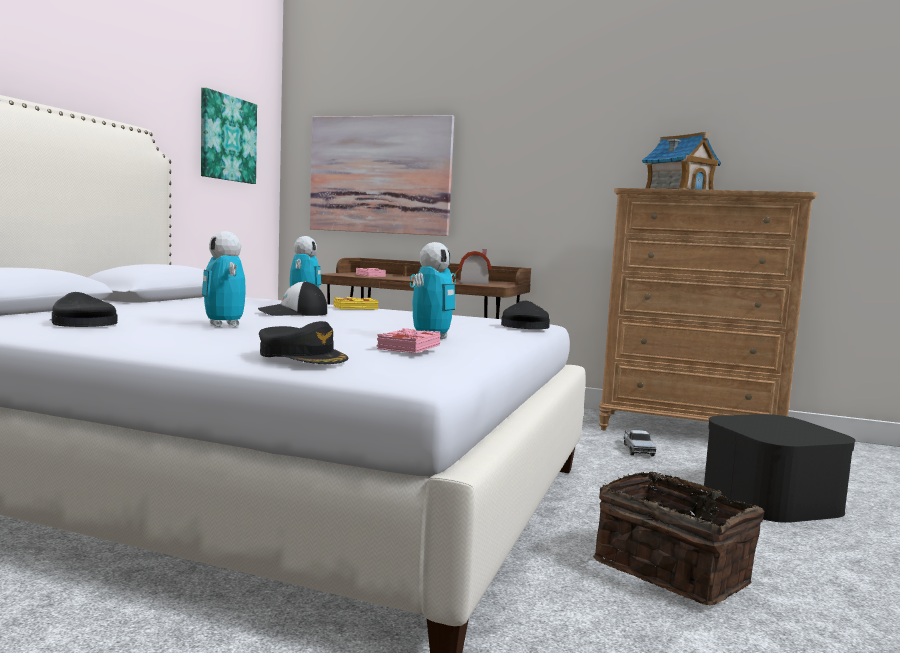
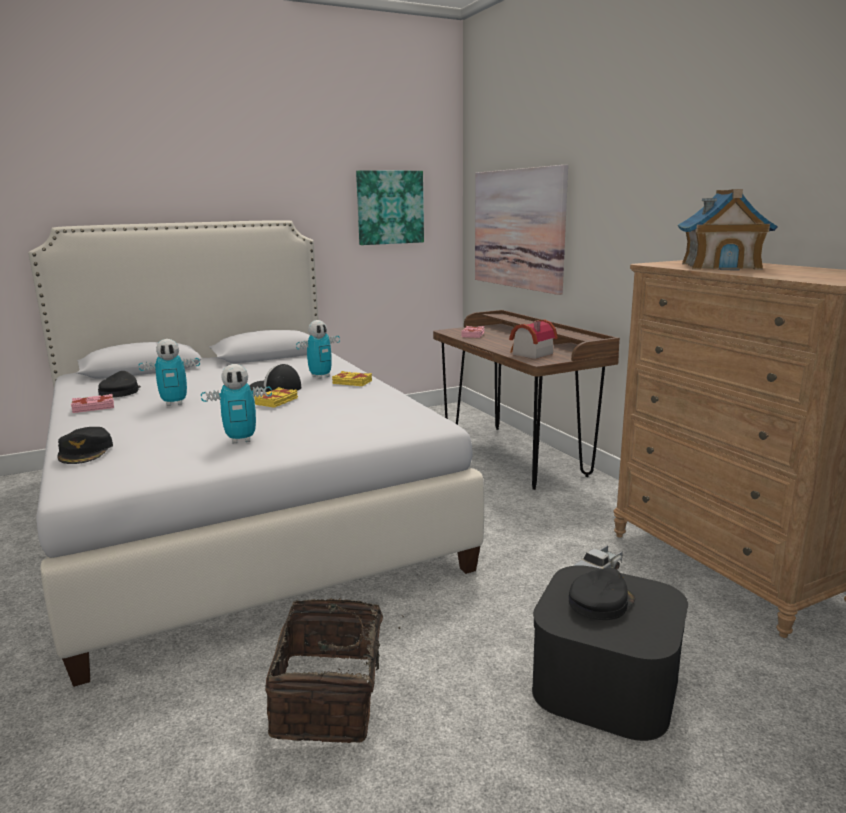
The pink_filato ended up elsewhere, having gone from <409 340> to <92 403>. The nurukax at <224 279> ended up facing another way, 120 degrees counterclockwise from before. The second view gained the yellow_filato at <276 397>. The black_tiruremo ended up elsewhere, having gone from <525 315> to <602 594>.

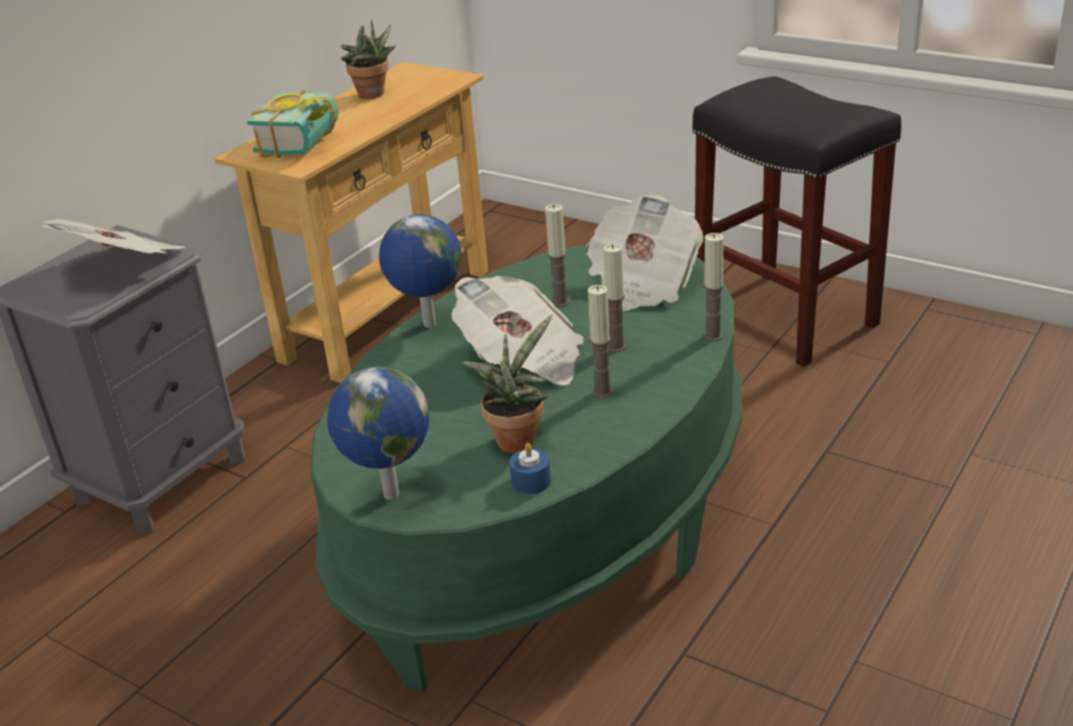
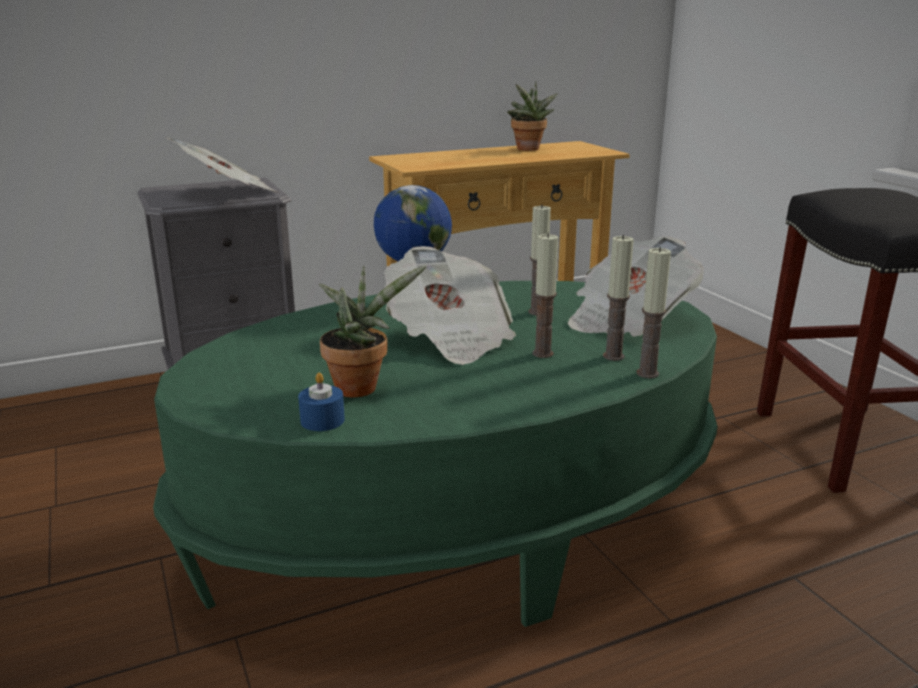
The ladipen ended up elsewhere, having gone from <600 341> to <618 298>. The second view lost the filato at <292 124>. The second view lost the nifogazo at <378 433>.

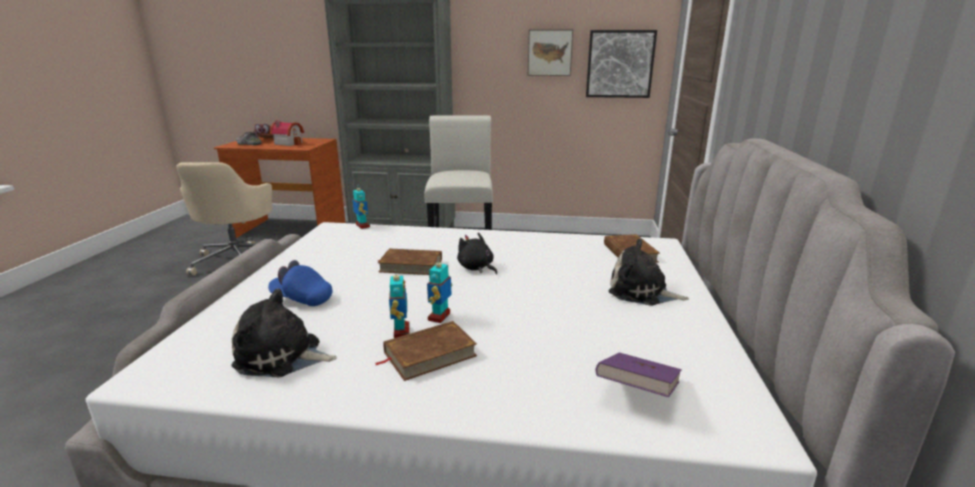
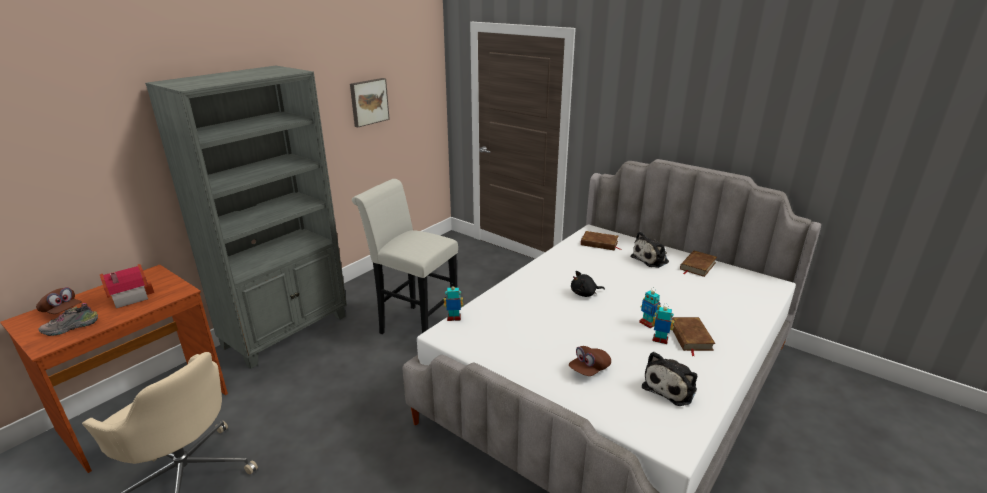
What was the blue_tiruremo at <300 283> turned into the brown_tiruremo at <590 361>. The brown_filato ended up elsewhere, having gone from <410 261> to <698 264>. The second view lost the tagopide at <621 64>. The second view lost the purple_filato at <639 375>.

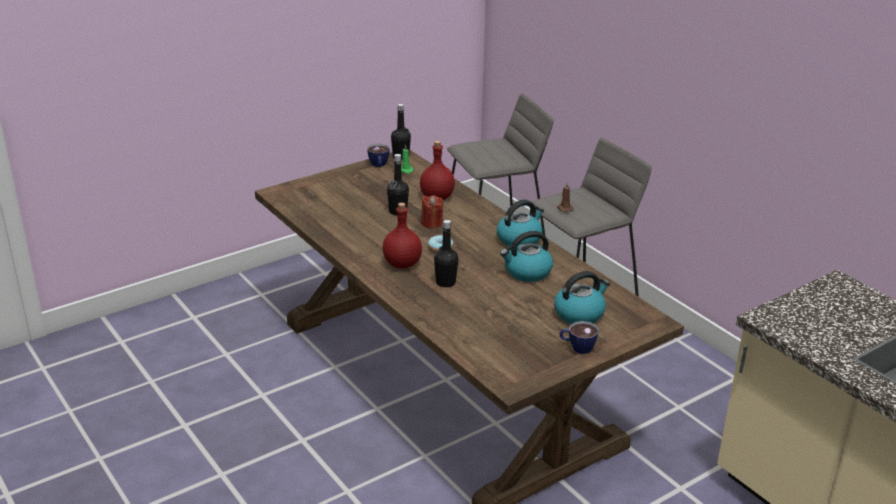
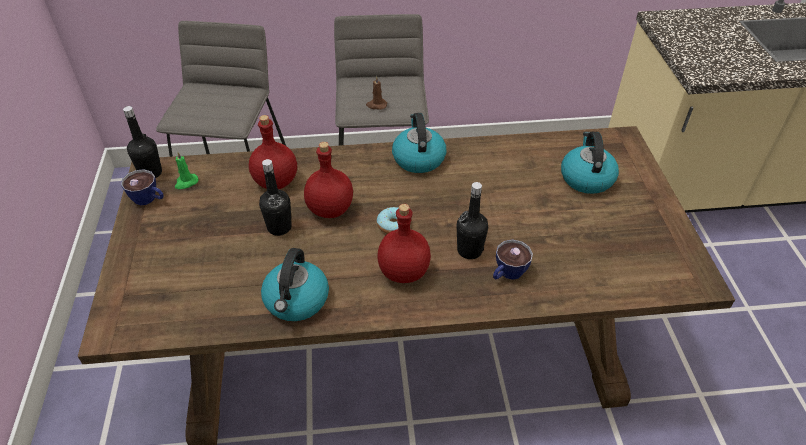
The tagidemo ended up elsewhere, having gone from <526 256> to <295 284>. Where the red_ladipen stood at <432 212>, the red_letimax came to stand at <328 180>. The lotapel ended up elsewhere, having gone from <579 337> to <513 260>.

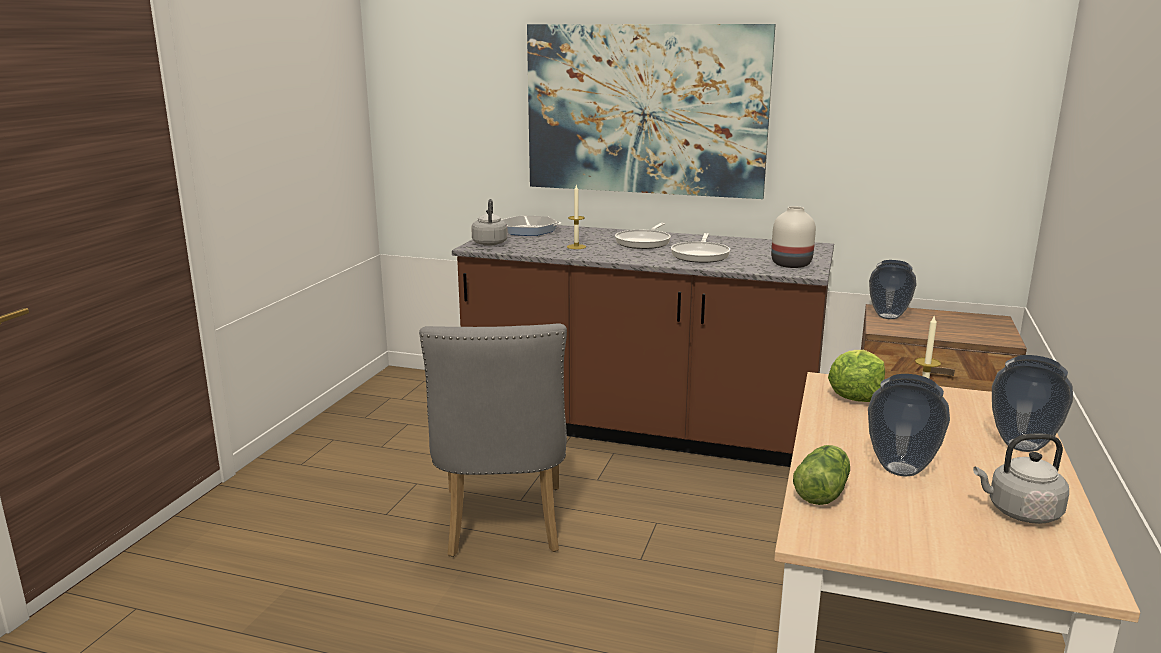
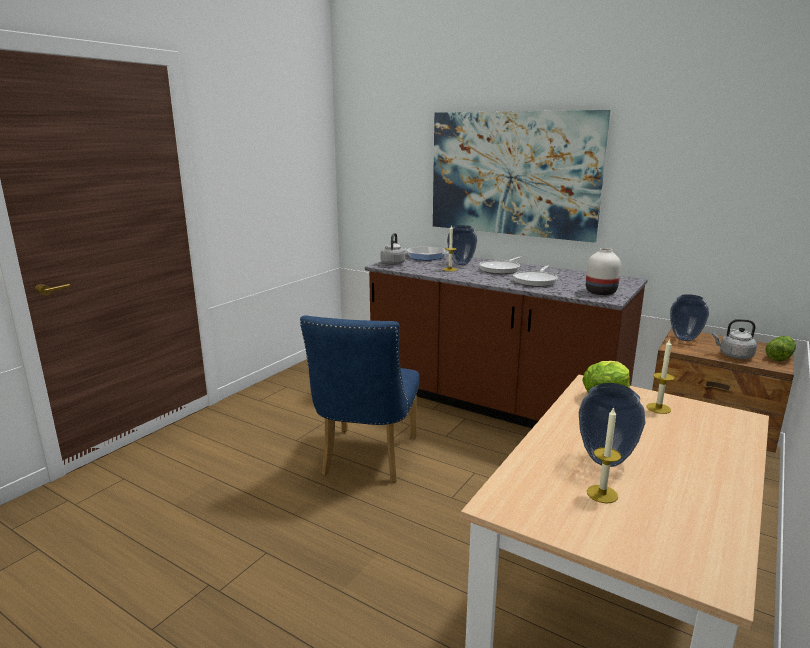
What was the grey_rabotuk at <493 440> turned into the blue_rabotuk at <360 399>. The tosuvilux ended up elsewhere, having gone from <1032 403> to <462 245>. The second view gained the ladipen at <604 455>. The grey_tagidemo ended up elsewhere, having gone from <1021 479> to <734 339>. The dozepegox ended up elsewhere, having gone from <821 475> to <781 348>.

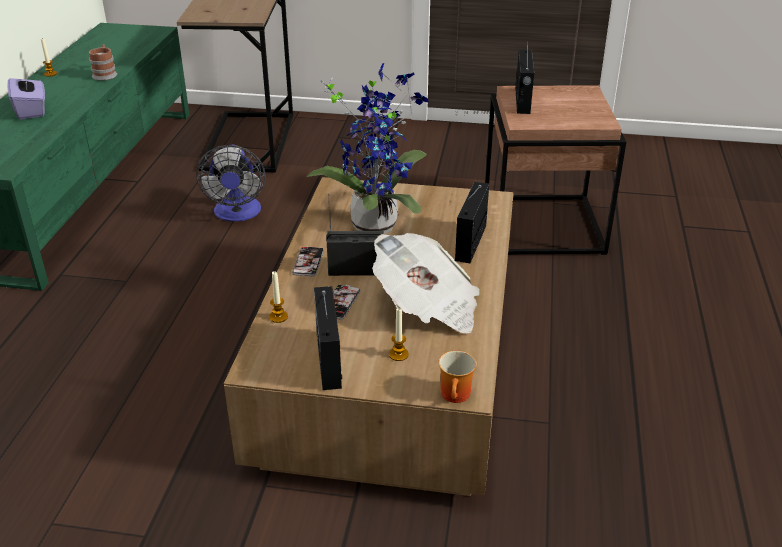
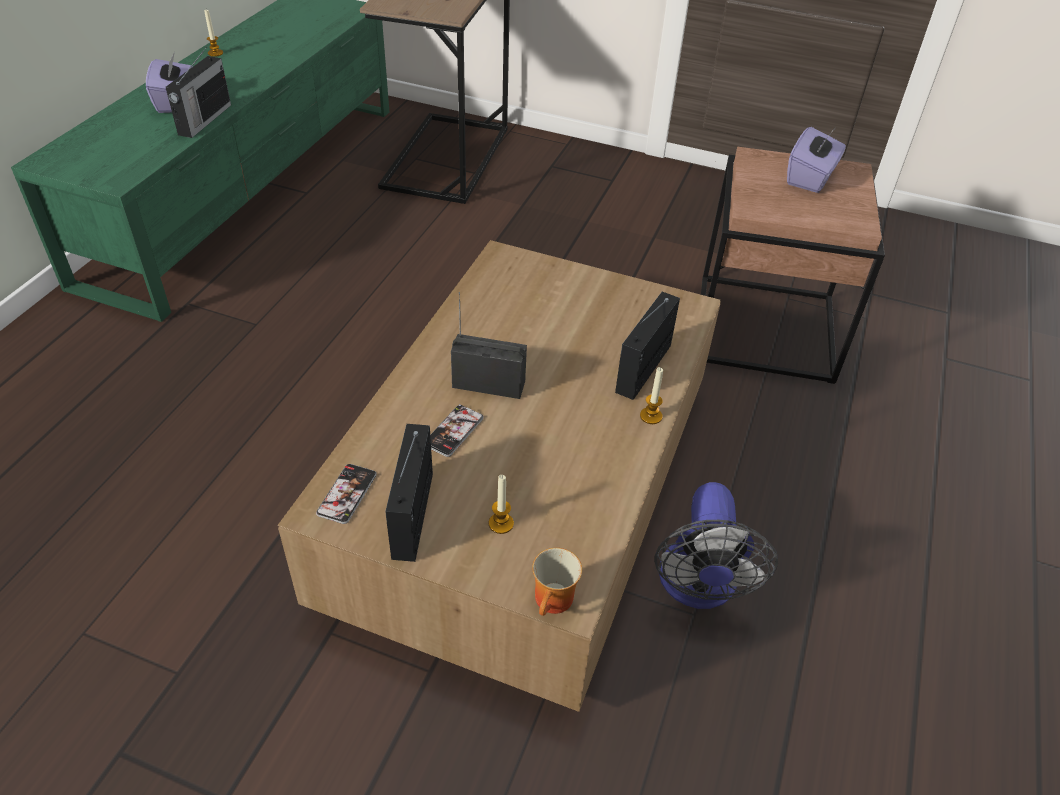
The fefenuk ended up elsewhere, having gone from <524 79> to <198 93>. The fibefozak ended up elsewhere, having gone from <308 261> to <346 494>. The ladipen ended up elsewhere, having gone from <278 297> to <651 395>. The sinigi ended up elsewhere, having gone from <231 183> to <716 545>. The second view gained the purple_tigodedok at <816 160>. The second view lost the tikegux at <103 62>. The second view lost the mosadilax at <367 148>. The second view lost the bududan at <426 283>.

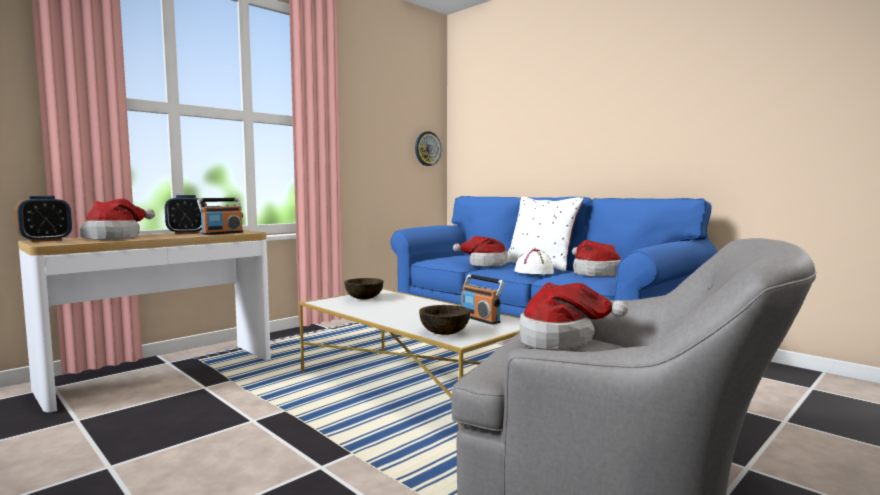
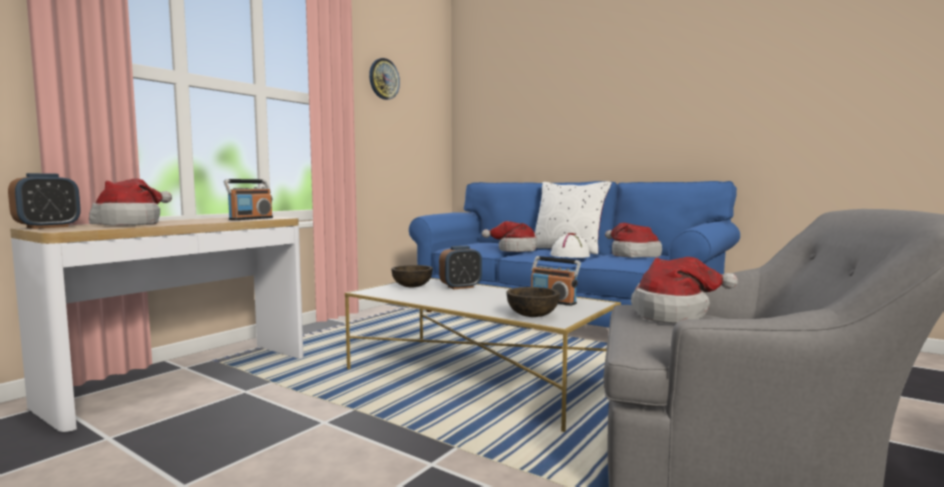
The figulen ended up elsewhere, having gone from <428 148> to <384 79>. The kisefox ended up elsewhere, having gone from <186 214> to <460 267>.

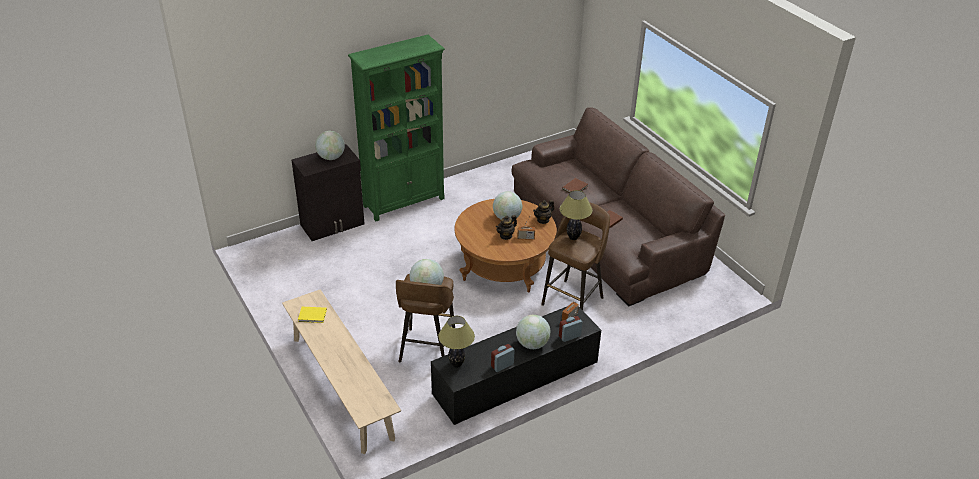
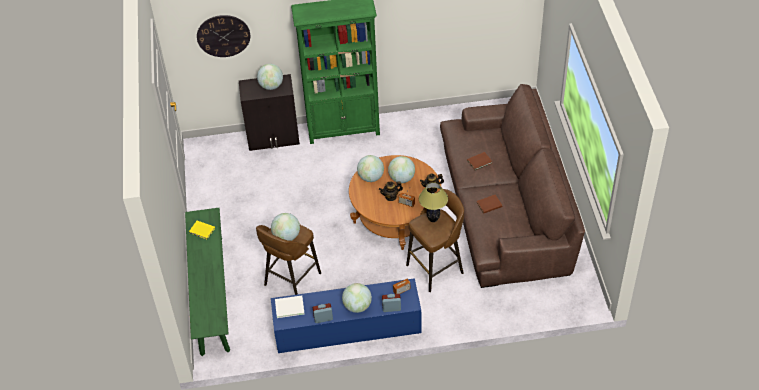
What was the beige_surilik at <341 371> turned into the green_surilik at <207 282>. The second view gained the figulen at <223 36>. What was the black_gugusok at <516 365> turned into the blue_gugusok at <346 315>. Where the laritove stood at <456 342>, the white_filato came to stand at <290 307>. The second view gained the nifogazo at <370 168>.

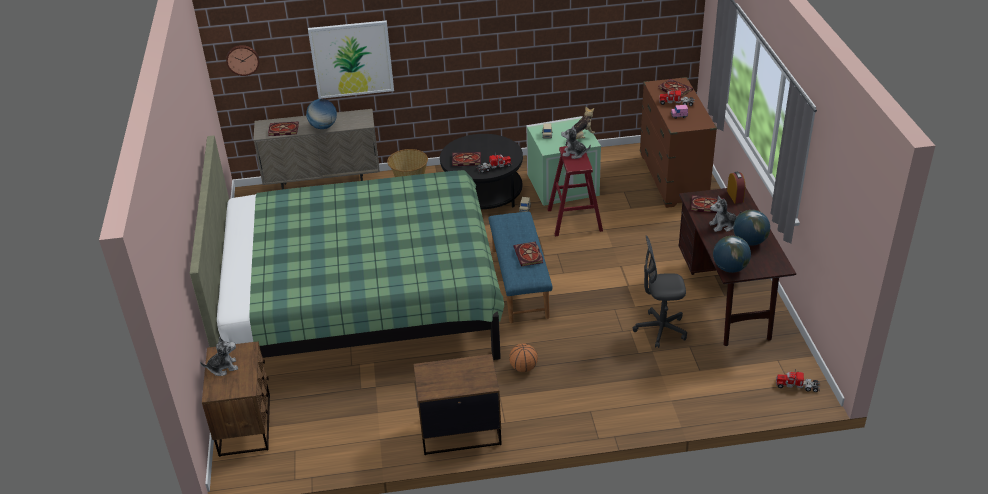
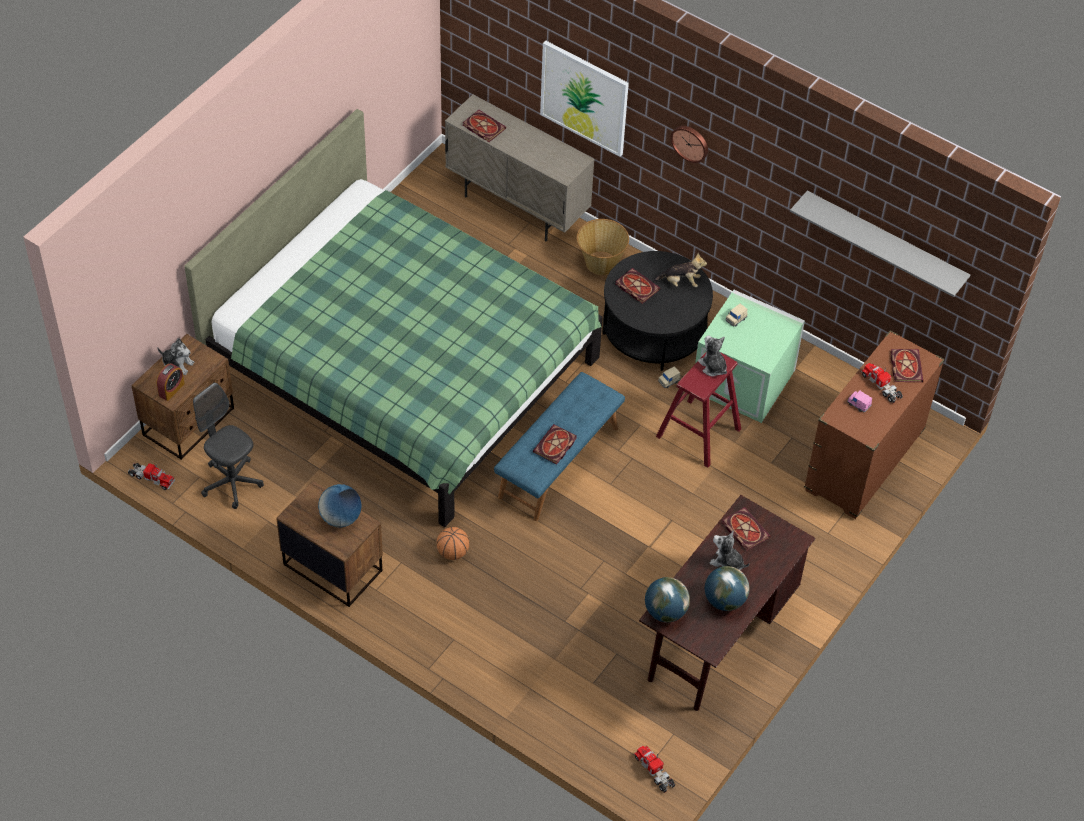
The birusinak ended up elsewhere, having gone from <494 163> to <151 476>. The kisefox ended up elsewhere, having gone from <736 187> to <170 382>. The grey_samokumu ended up elsewhere, having gone from <660 291> to <228 446>. The nifogazo ended up elsewhere, having gone from <321 114> to <340 505>. The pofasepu ended up elsewhere, having gone from <580 126> to <680 270>. The figulen ended up elsewhere, having gone from <242 60> to <689 144>. The second view gained the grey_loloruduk at <880 244>.

